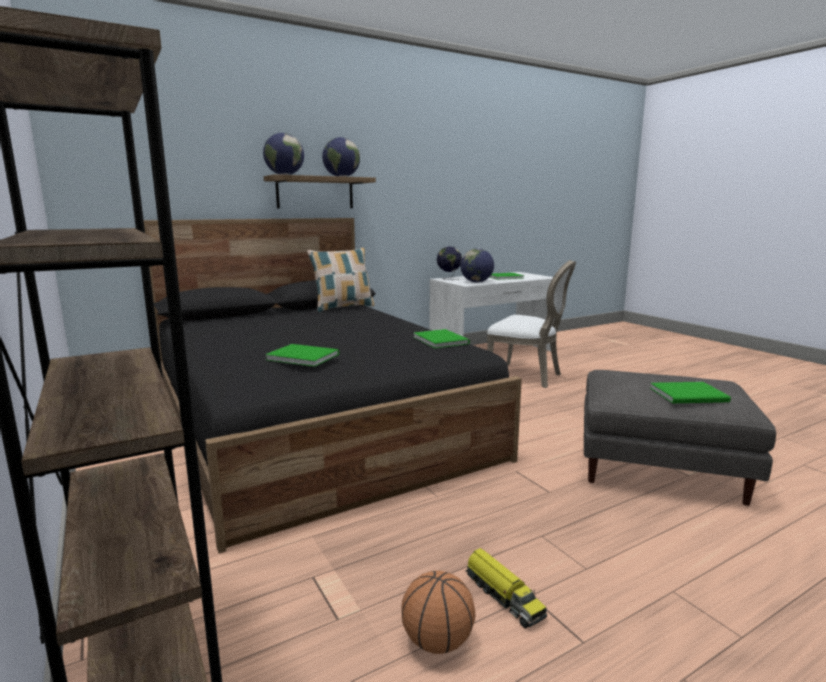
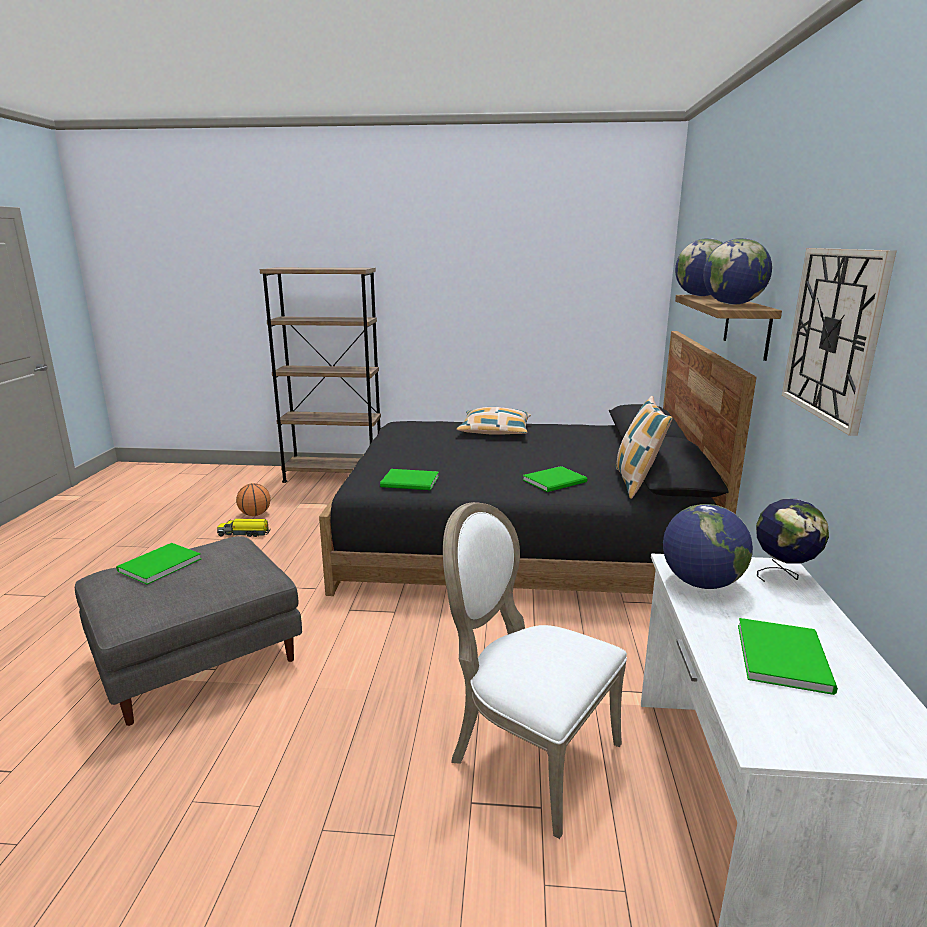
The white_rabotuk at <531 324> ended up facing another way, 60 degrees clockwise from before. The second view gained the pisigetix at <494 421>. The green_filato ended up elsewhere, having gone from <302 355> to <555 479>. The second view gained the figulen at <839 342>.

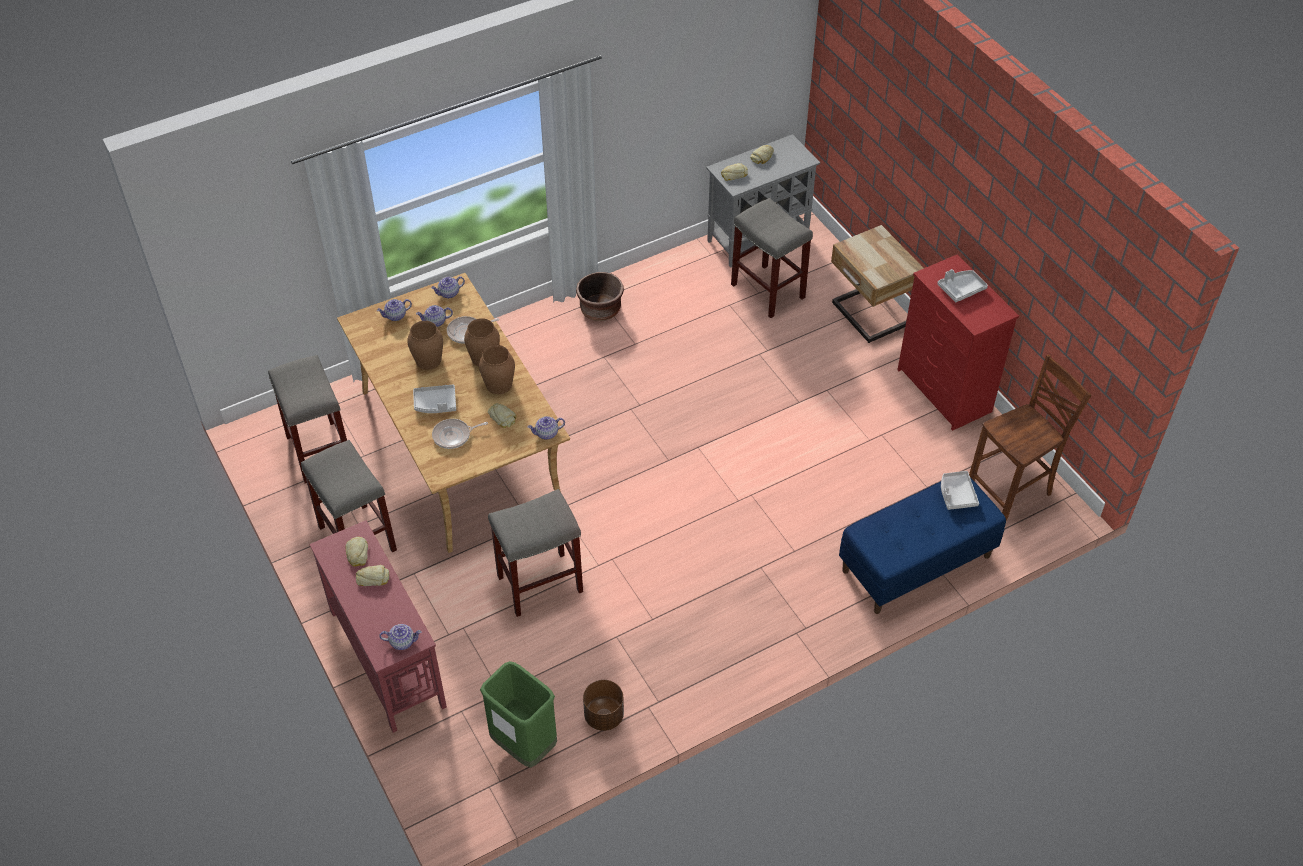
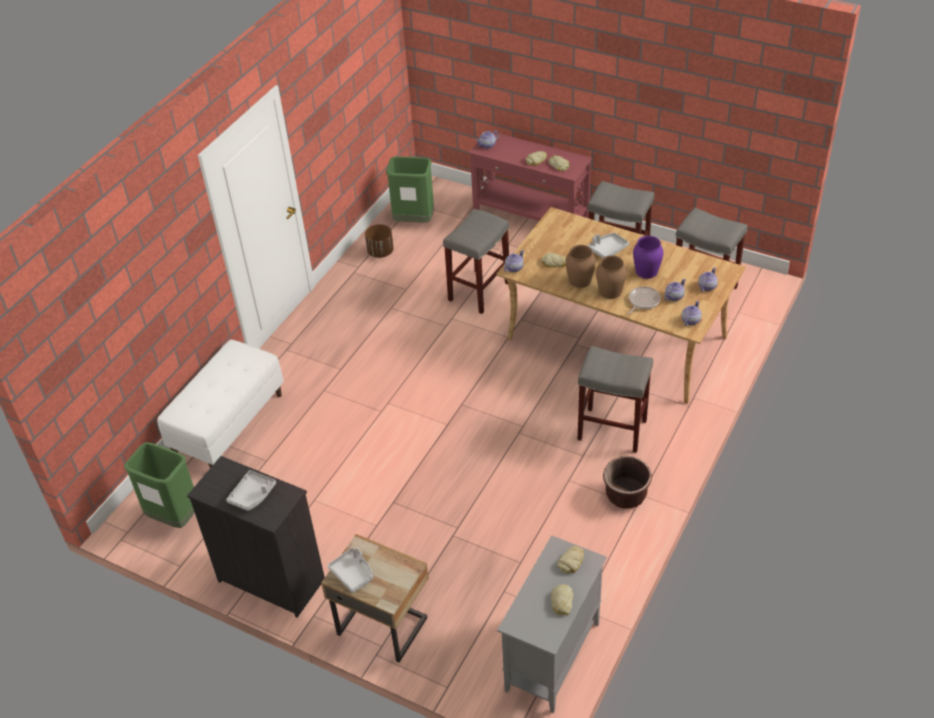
Where the brown_rabotuk stood at <1030 437>, the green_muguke came to stand at <159 485>. What was the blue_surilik at <922 545> turned into the white_surilik at <220 403>. What was the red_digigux at <958 342> turned into the black_digigux at <256 537>. The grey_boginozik ended up elsewhere, having gone from <960 490> to <350 570>. The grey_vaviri ended up elsewhere, having gone from <772 258> to <615 399>. What was the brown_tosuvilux at <425 345> turned into the purple_tosuvilux at <648 257>. The second view lost the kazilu at <460 434>.

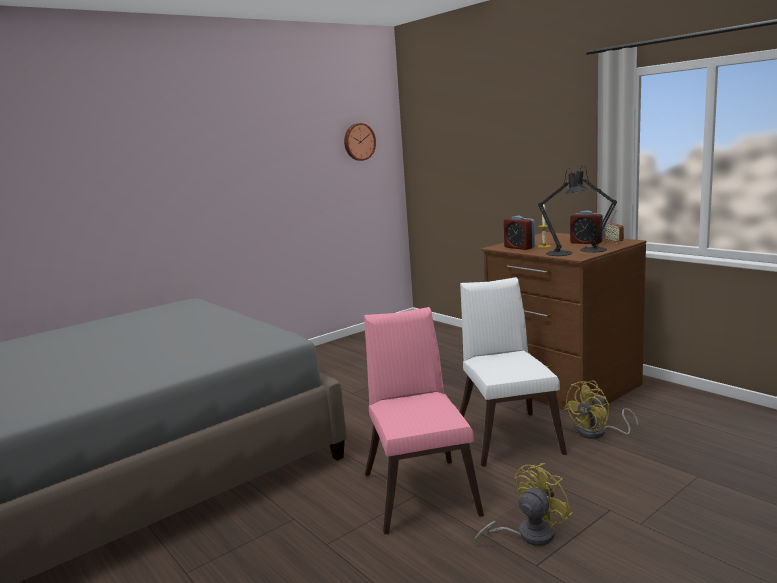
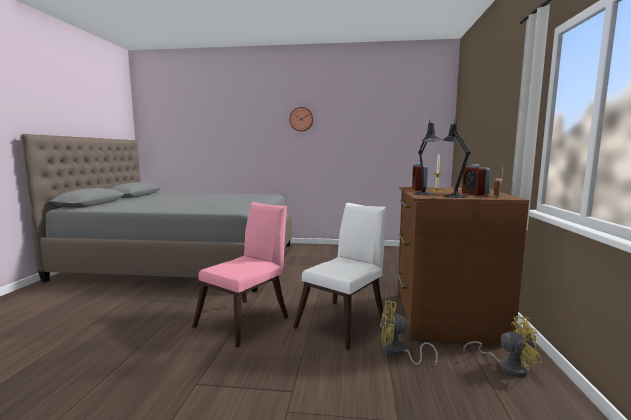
The figulen ended up elsewhere, having gone from <360 142> to <301 119>. The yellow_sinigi ended up elsewhere, having gone from <523 504> to <502 346>.

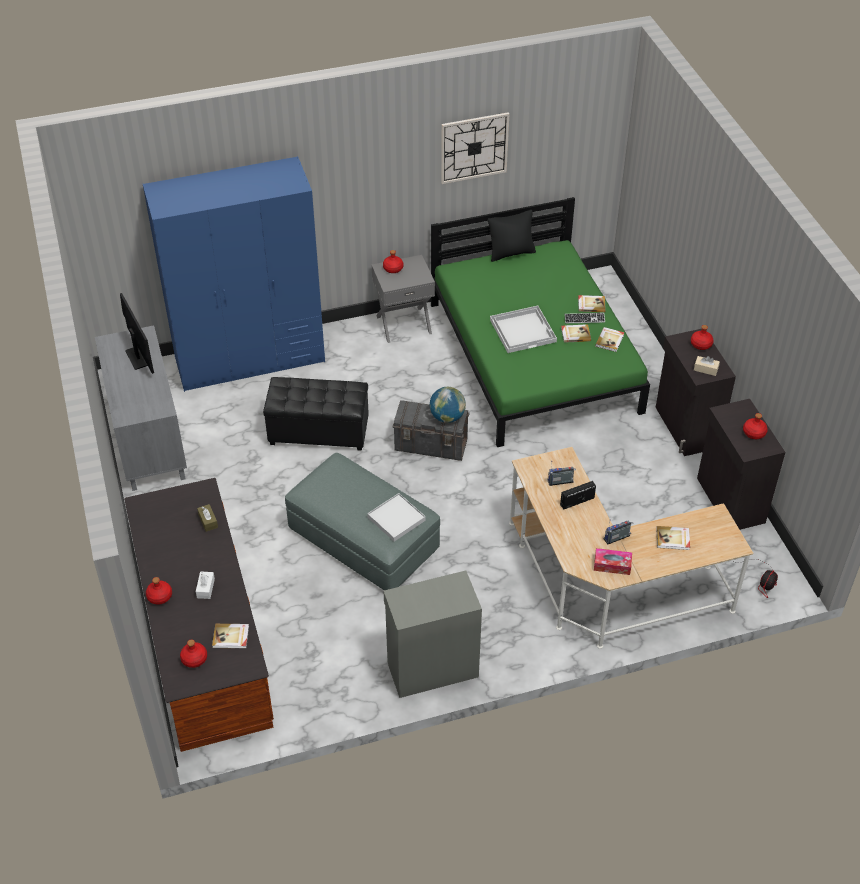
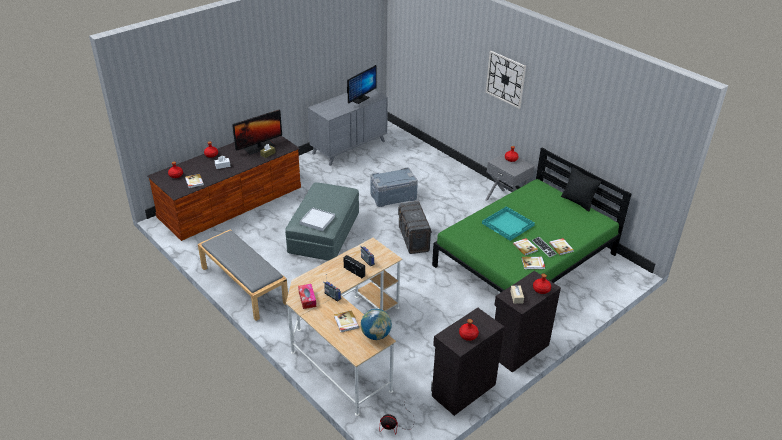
Where the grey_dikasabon stood at <432 634>, the grey_surilik came to stand at <243 275>. The second view gained the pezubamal at <257 132>. The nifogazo ended up elsewhere, having gone from <448 405> to <376 324>. Where the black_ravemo stood at <316 414>, the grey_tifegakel came to stand at <394 187>. What was the white_boginozik at <523 329> turned into the turquoise_boginozik at <508 223>. The figulen ended up elsewhere, having gone from <475 148> to <506 80>. The second view lost the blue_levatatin at <234 274>.

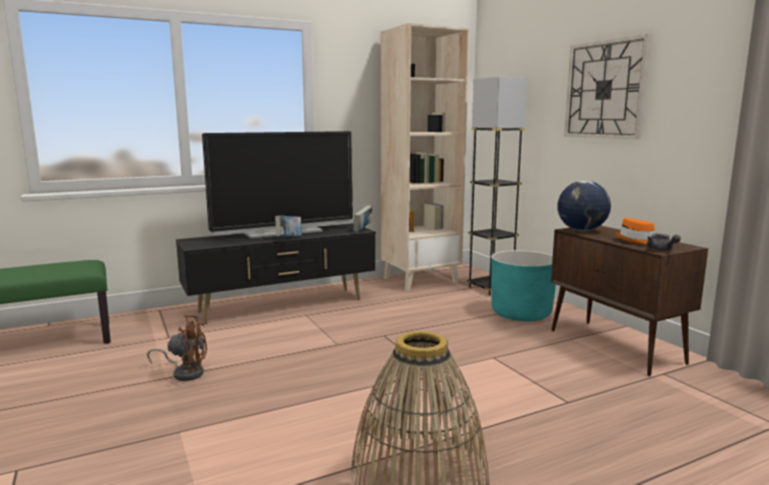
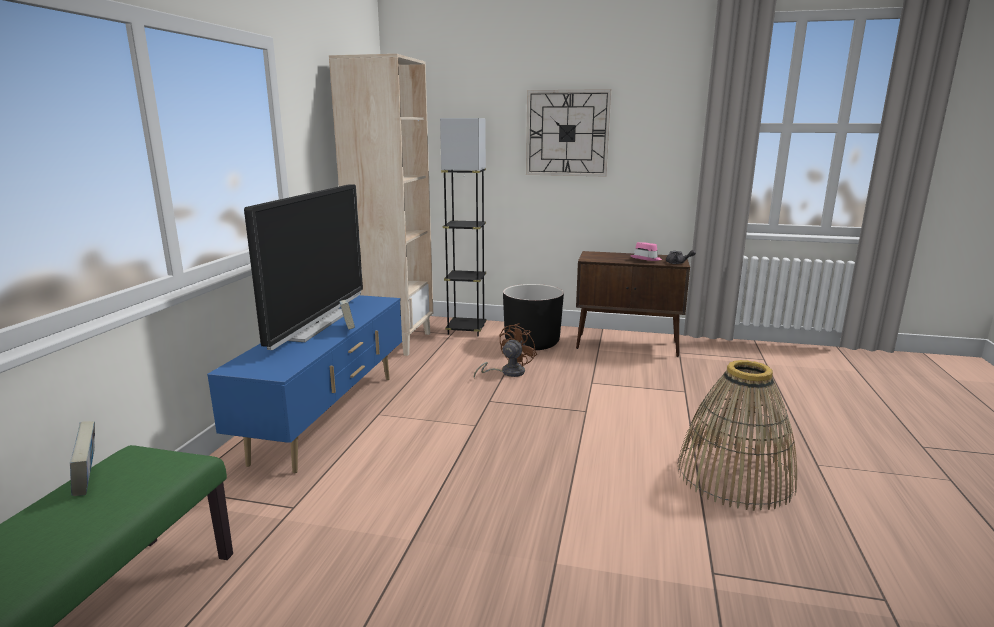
The filato ended up elsewhere, having gone from <362 218> to <82 458>. What was the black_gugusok at <276 273> turned into the blue_gugusok at <304 384>. The brown_sinigi ended up elsewhere, having gone from <177 348> to <505 350>. What was the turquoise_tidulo at <523 285> turned into the black_tidulo at <533 317>. What was the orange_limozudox at <635 231> turned into the pink_limozudox at <646 251>. The second view lost the nifogazo at <584 206>.

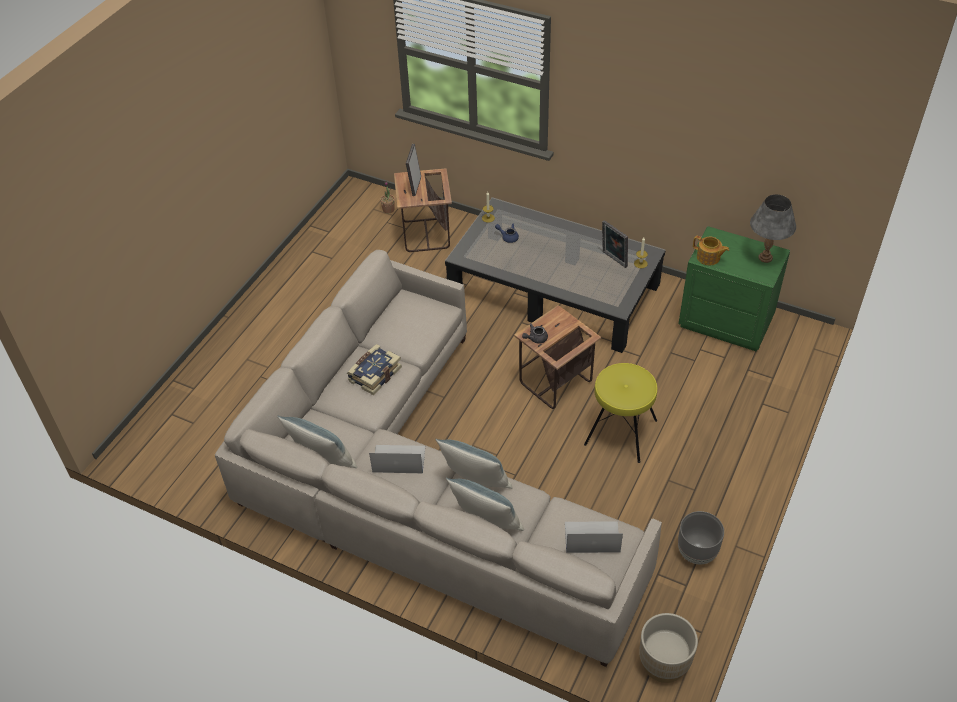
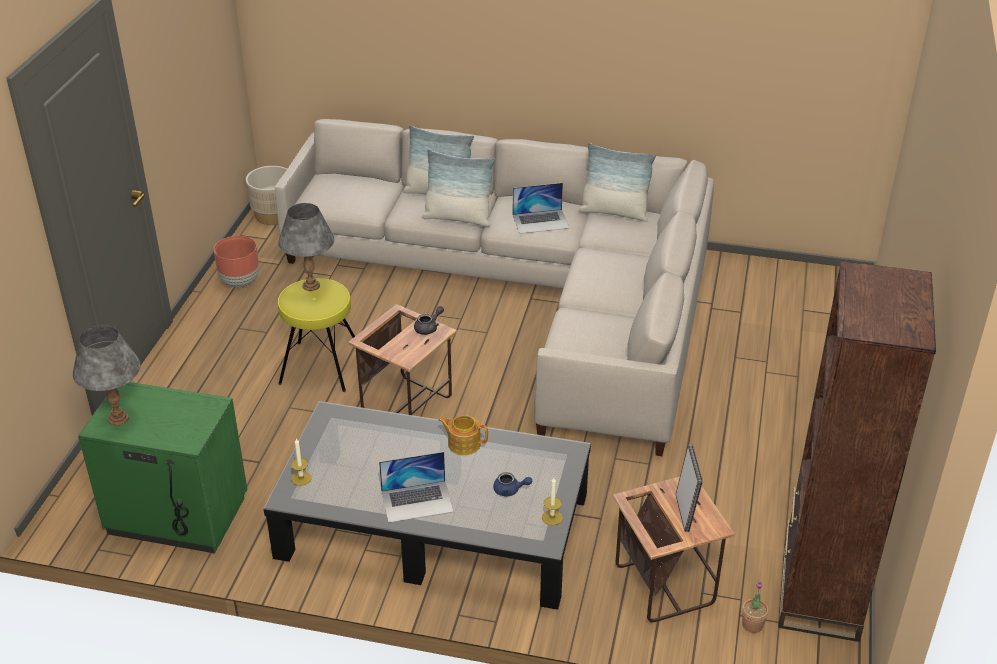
What was the grey_tidulo at <701 537> turned into the brown_tidulo at <236 262>. The second view gained the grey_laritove at <306 247>. The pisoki ended up elsewhere, having gone from <594 537> to <416 487>. The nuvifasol ended up elsewhere, having gone from <711 250> to <463 435>. The second view gained the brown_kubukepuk at <857 451>. The second view lost the filato at <374 369>. The second view lost the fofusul at <615 244>.

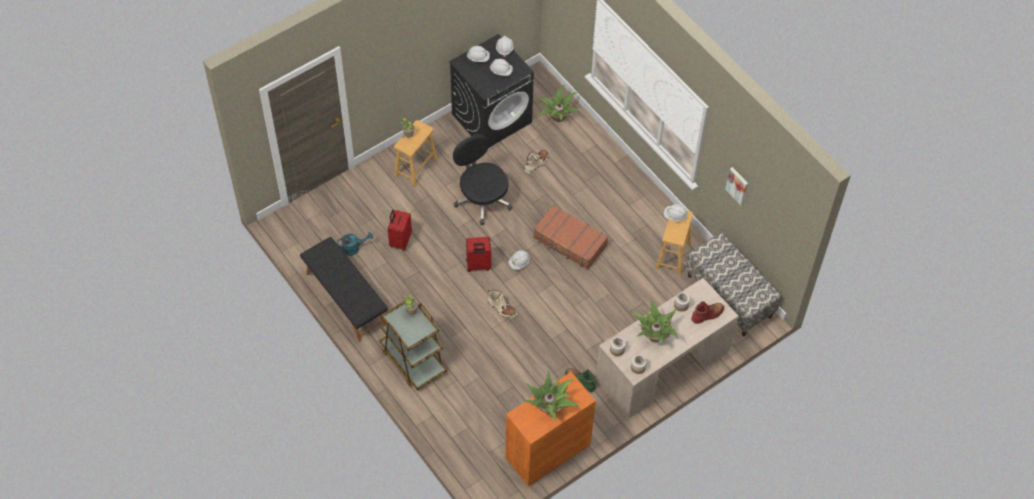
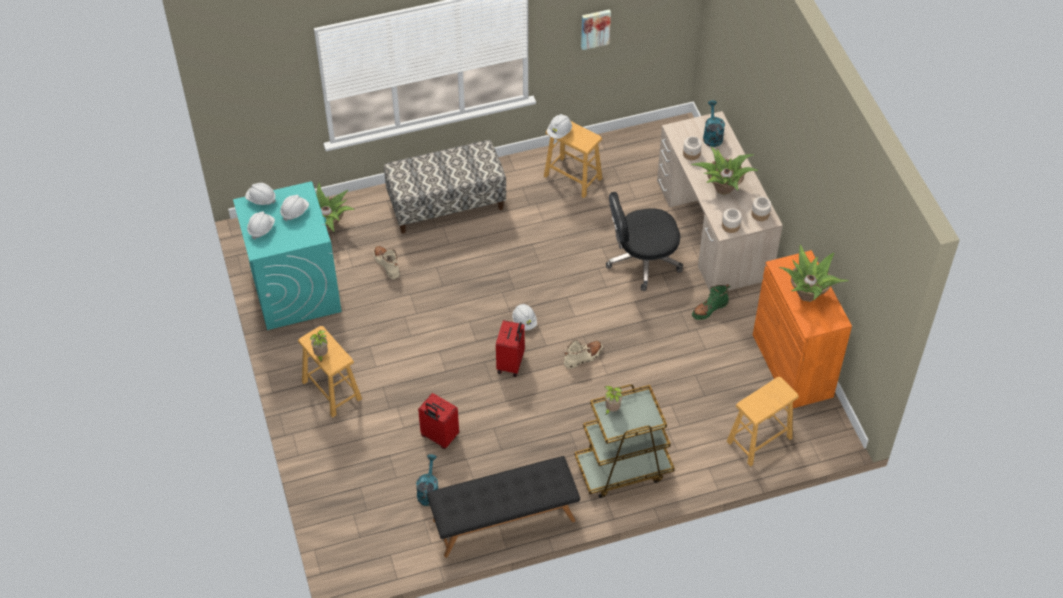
What was the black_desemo at <491 90> turned into the turquoise_desemo at <287 255>. The surilik ended up elsewhere, having gone from <733 284> to <445 186>. The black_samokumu ended up elsewhere, having gone from <482 179> to <644 241>. Where the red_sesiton stood at <707 312>, the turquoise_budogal came to stand at <714 123>. The second view gained the brown_vaviri at <763 421>. The second view lost the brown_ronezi at <570 237>.

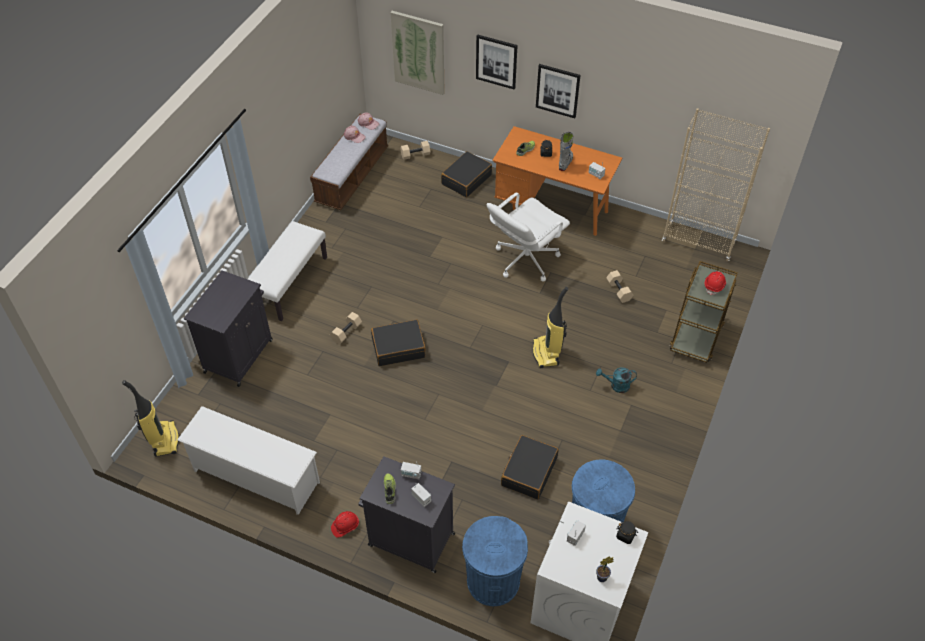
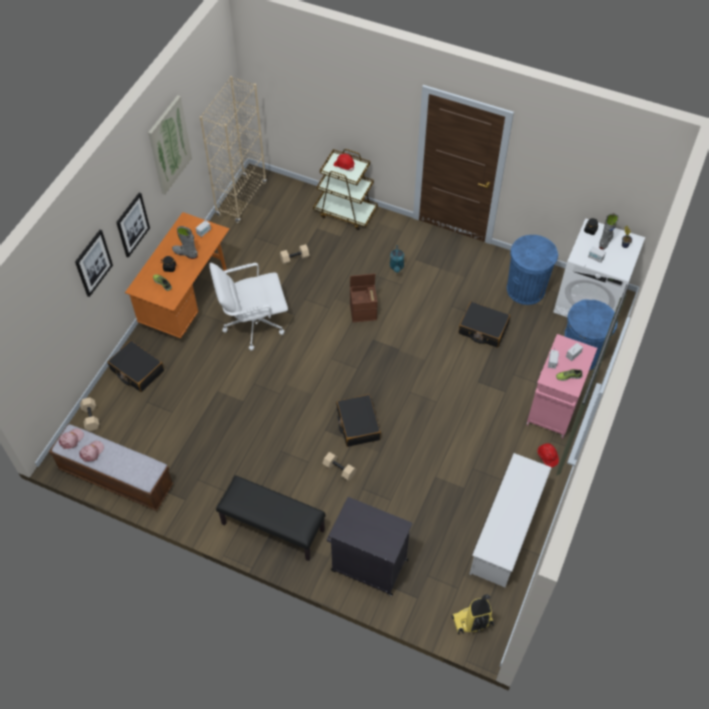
The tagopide ended up elsewhere, having gone from <417 53> to <170 145>. The white_samokumu at <528 237> ended up facing another way, 120 degrees clockwise from before. What was the white_surilik at <287 271> turned into the black_surilik at <271 518>. Where the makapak stood at <550 327>, the brown_tifegakel came to stand at <364 298>. What was the black_dikasabon at <406 514> turned into the pink_dikasabon at <562 386>. The second view gained the grey_sesiton at <609 232>.

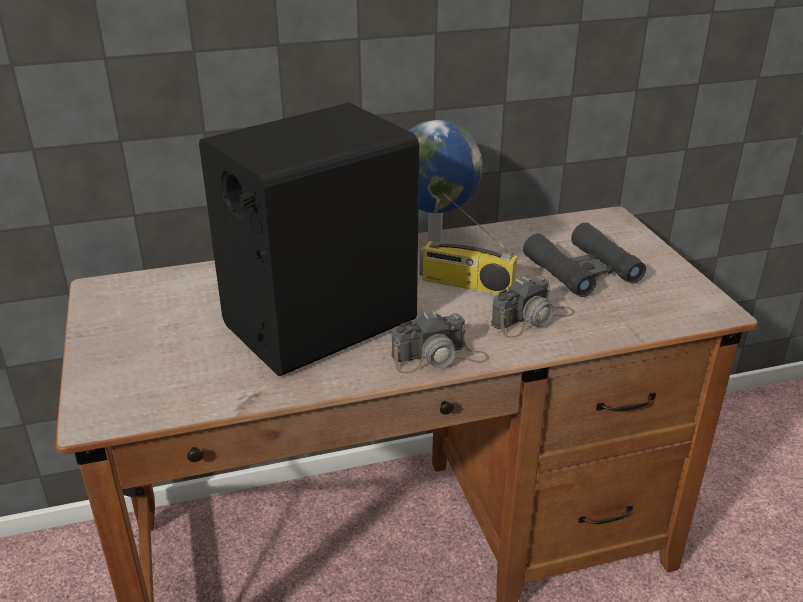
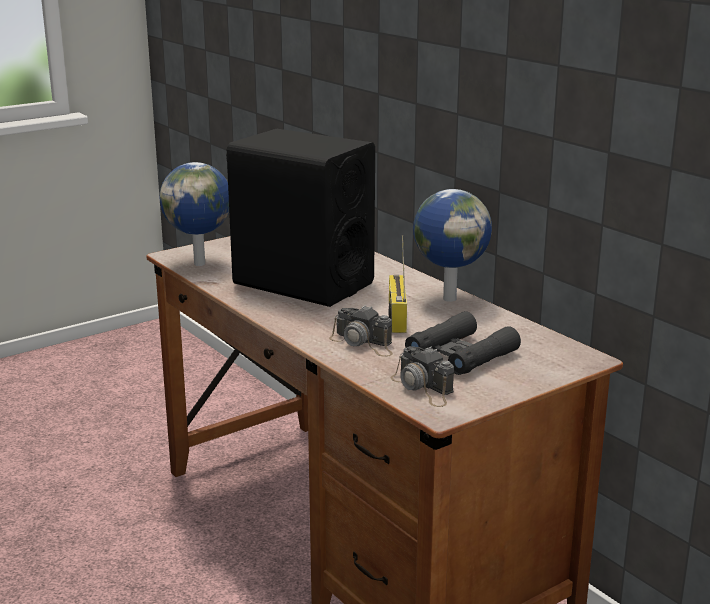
The second view gained the nifogazo at <194 214>. The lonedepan ended up elsewhere, having gone from <440 342> to <422 376>.

